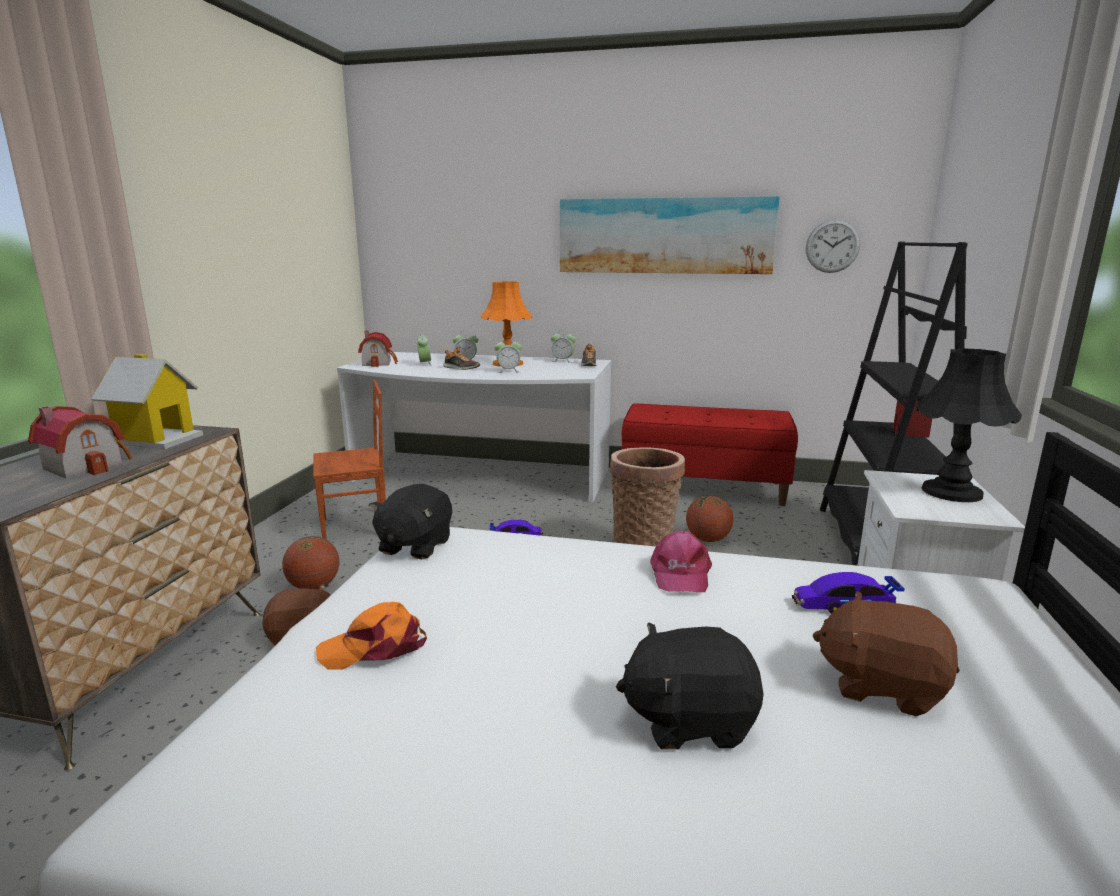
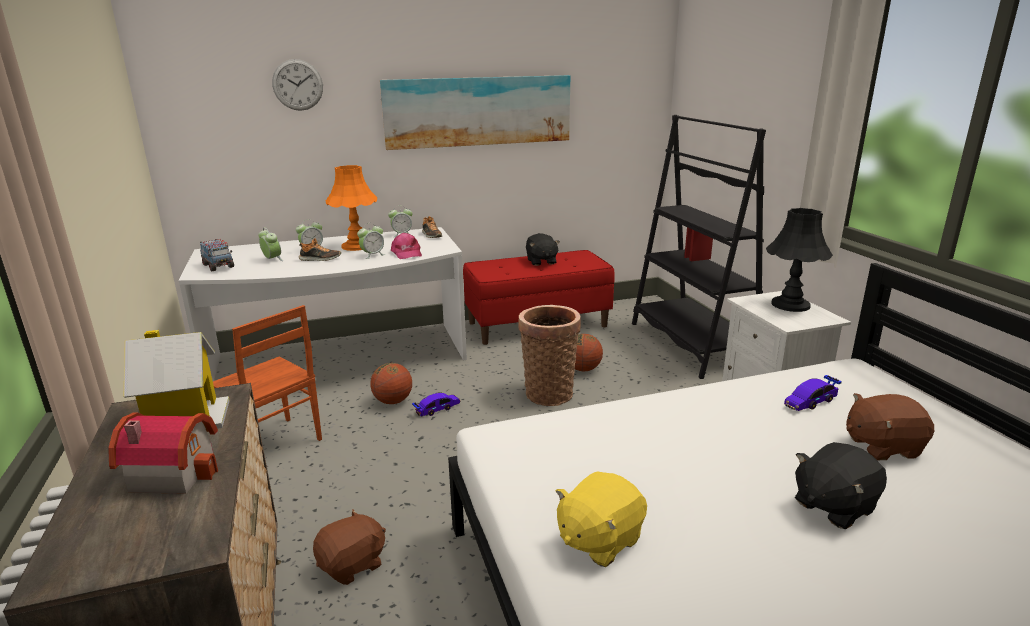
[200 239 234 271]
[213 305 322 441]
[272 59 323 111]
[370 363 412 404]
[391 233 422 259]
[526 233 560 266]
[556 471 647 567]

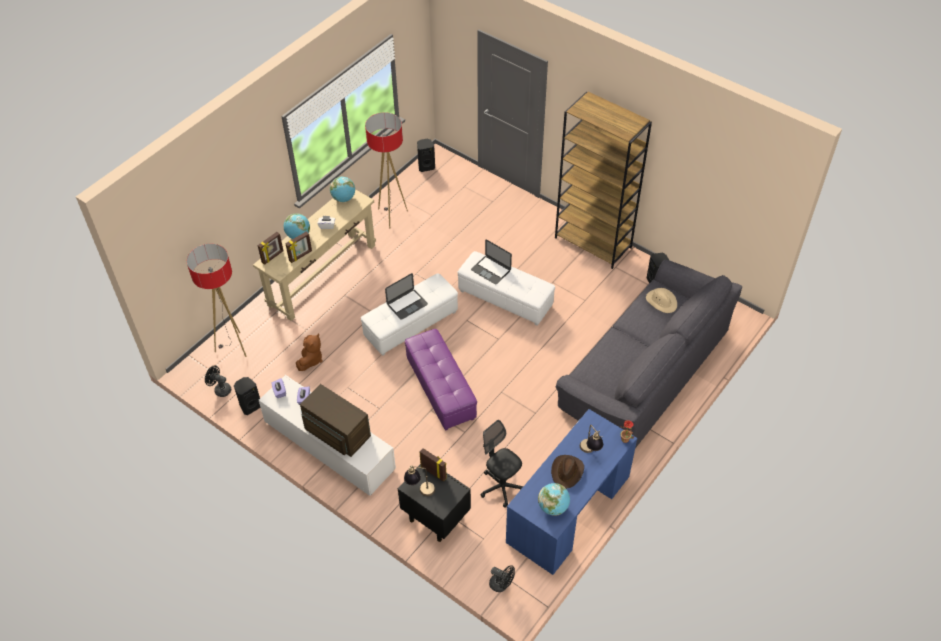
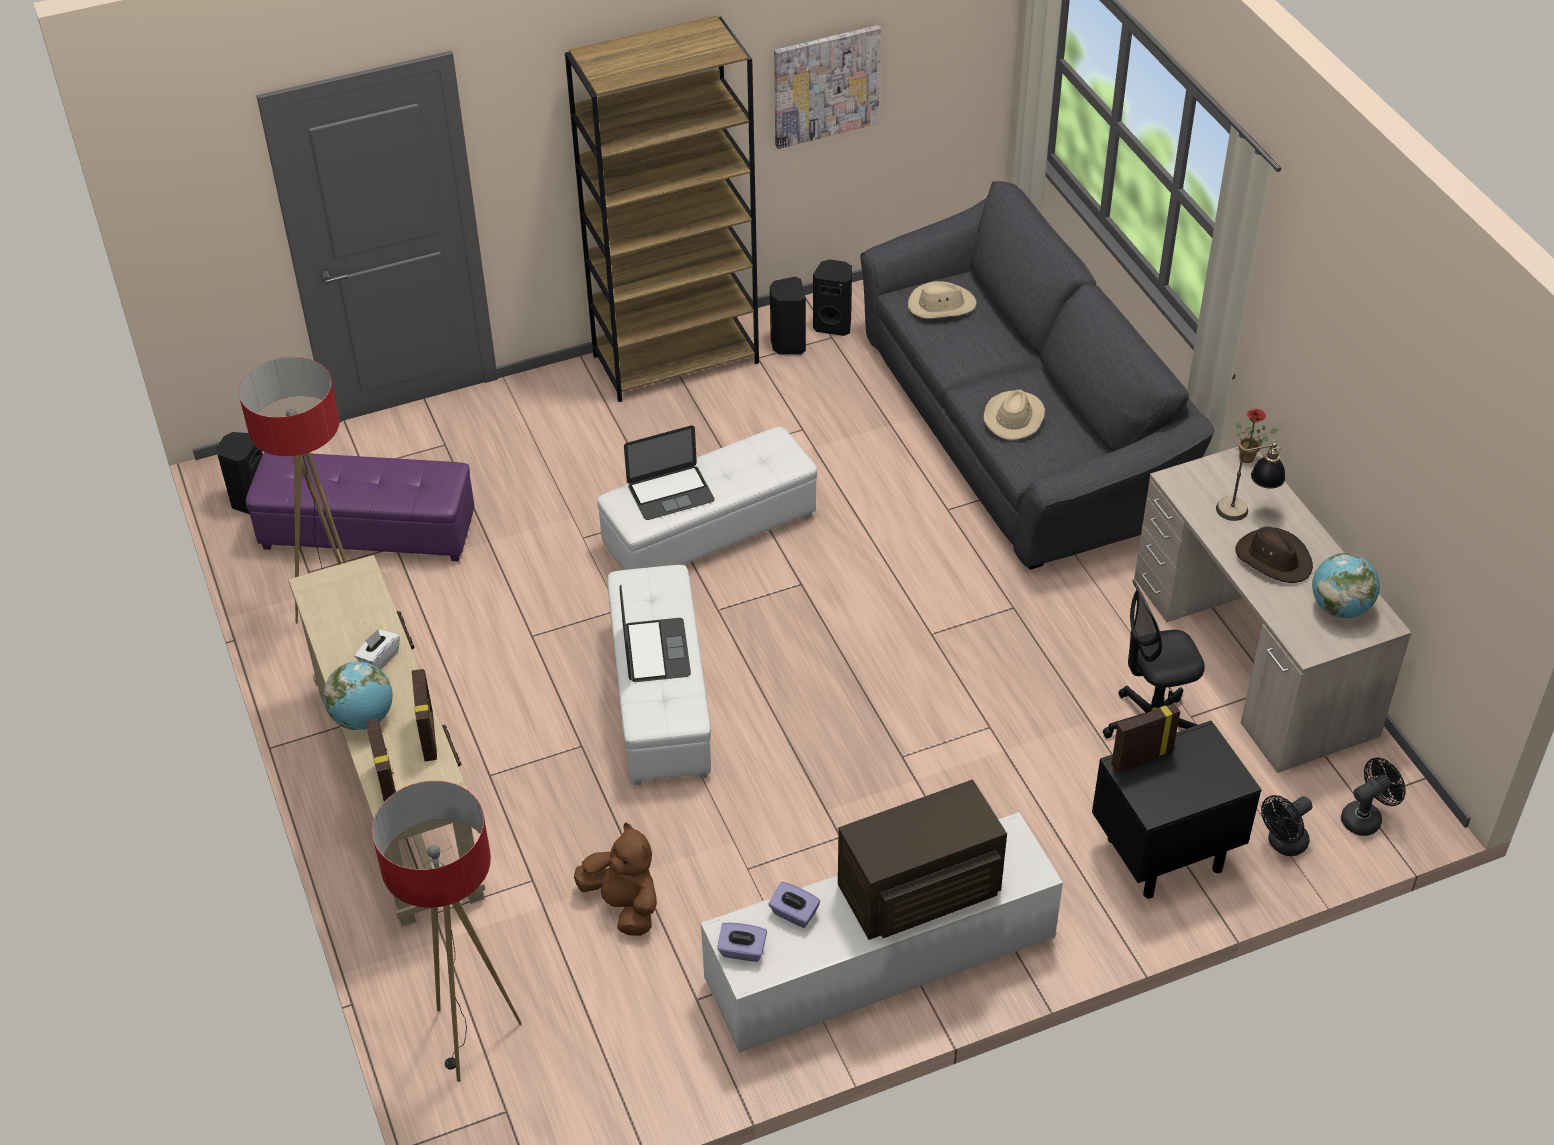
[246 453 474 561]
[770 277 806 355]
[774 25 881 149]
[984 390 1045 440]
[1134 446 1412 773]
[1261 795 1313 856]
[330 177 355 202] (first image)
[404 465 435 496] (first image)

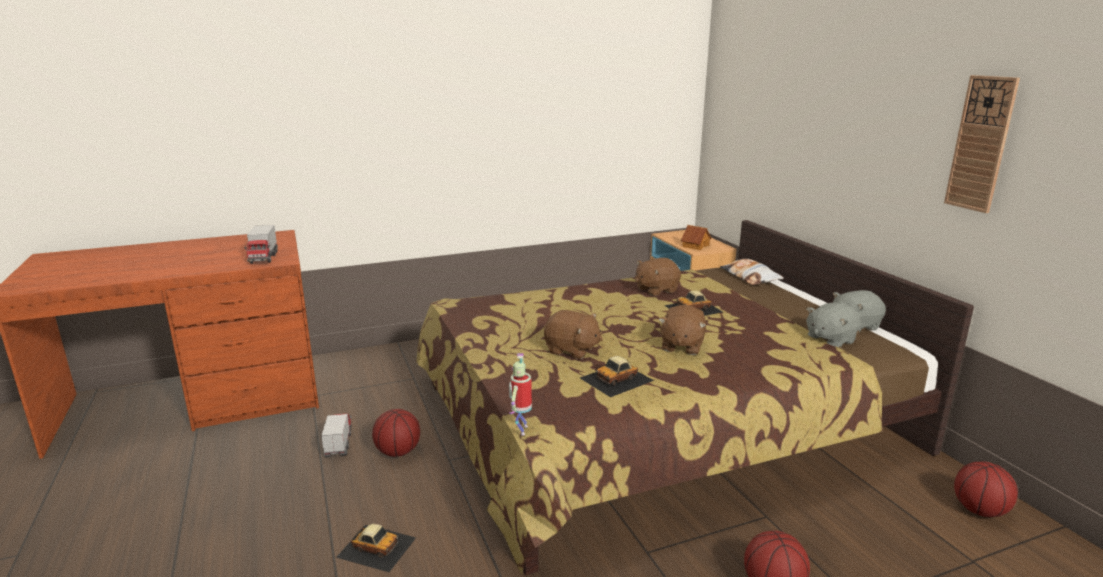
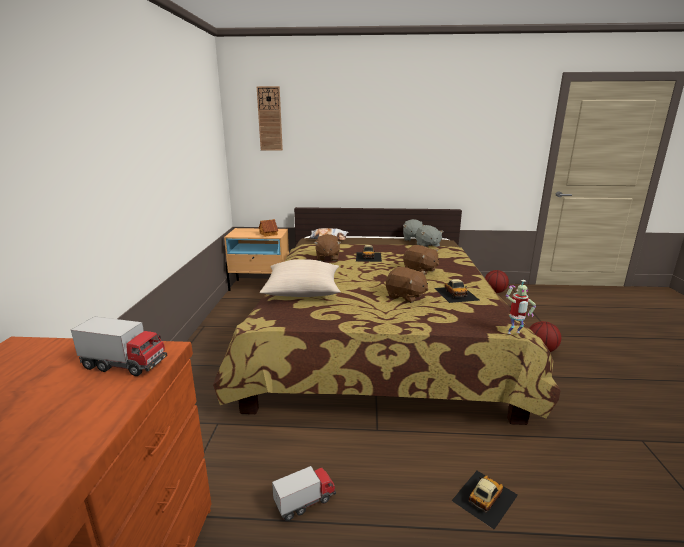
[257 86 283 151]
[260 259 341 297]
[272 466 336 521]
[386 267 429 303]
[506 280 536 334]
[372 409 420 457] (first image)

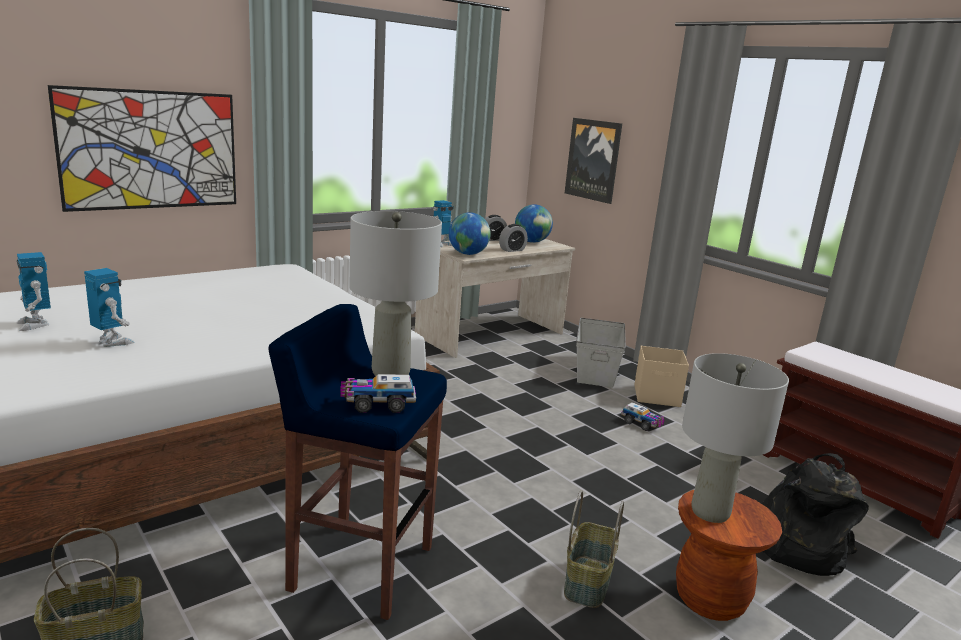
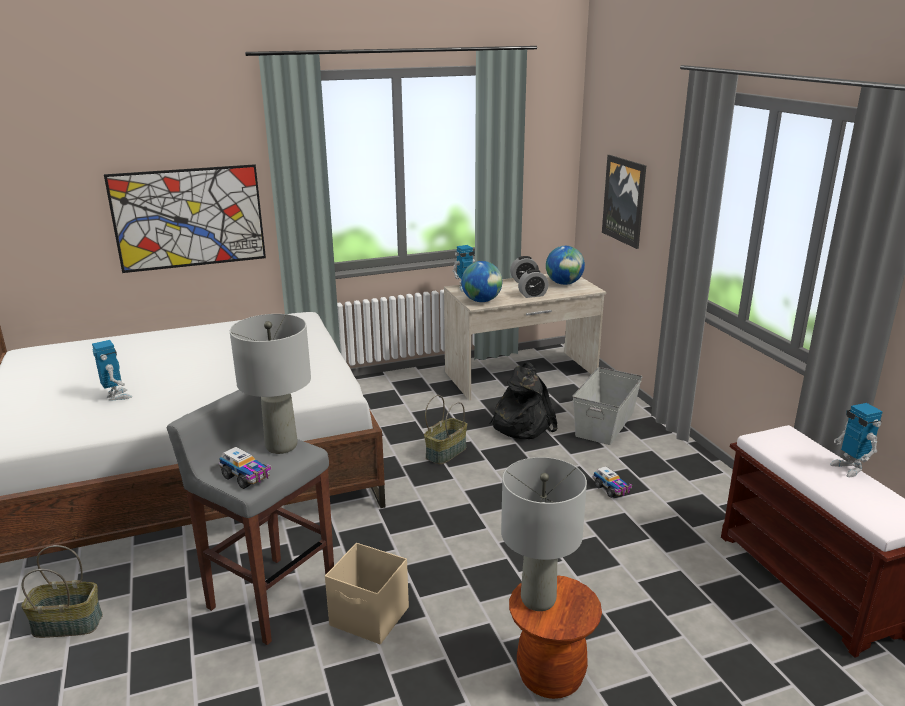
[167 390 334 645]
[219 447 272 489]
[325 543 409 644]
[424 395 467 464]
[490 362 557 439]
[830 403 883 477]

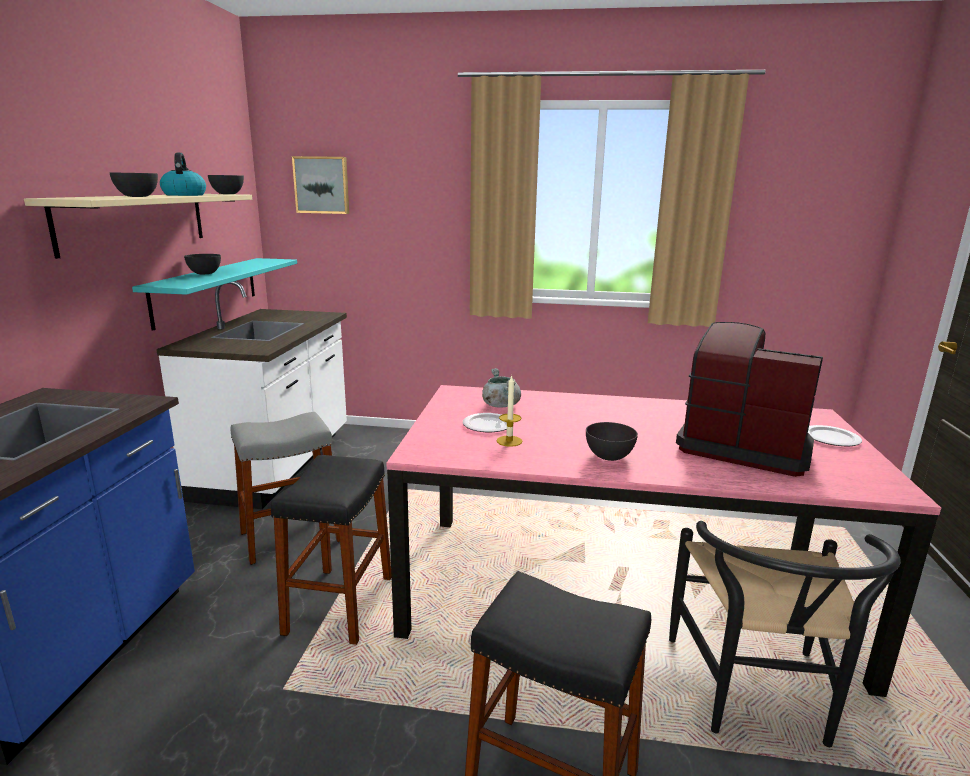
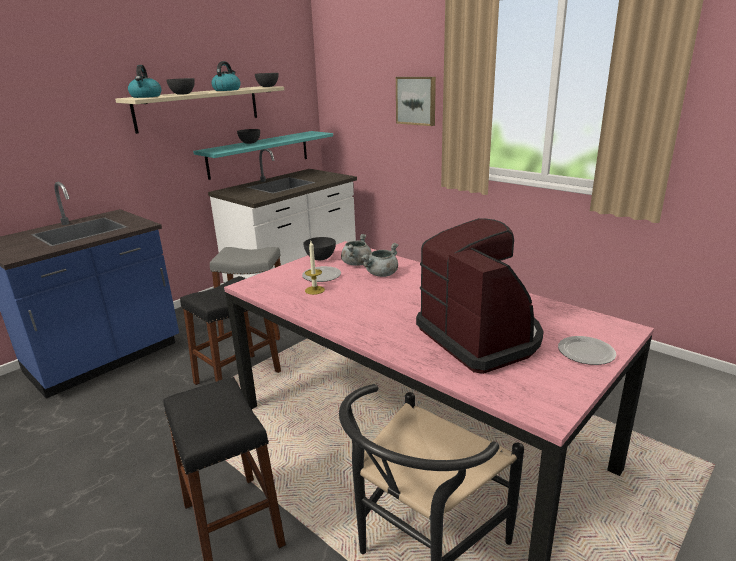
[128 65 161 98]
[303 237 336 260]
[360 243 398 277]
[396 77 436 126]

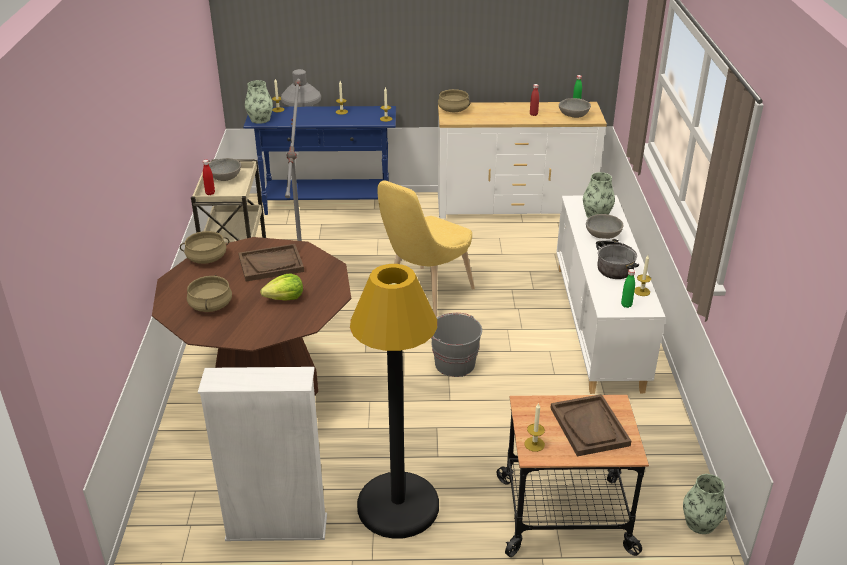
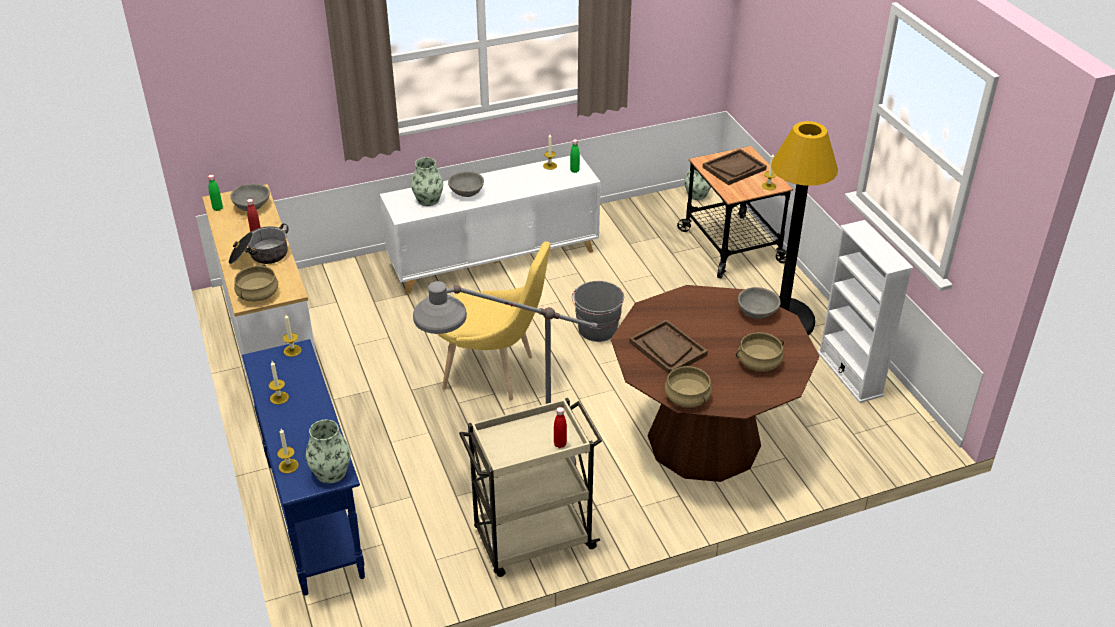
[229 224 289 264]
[738 287 781 319]
[260 274 303 301] (first image)

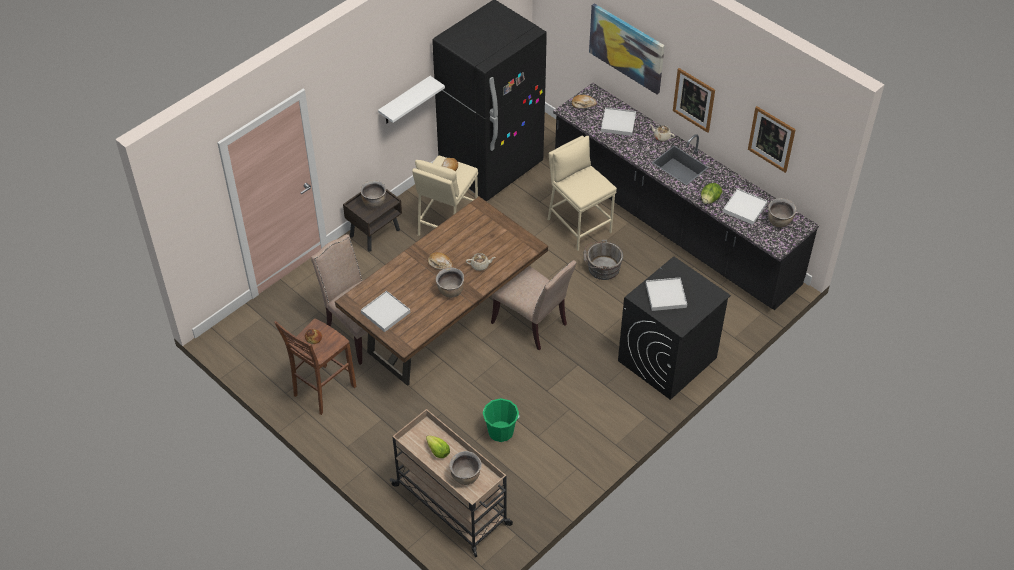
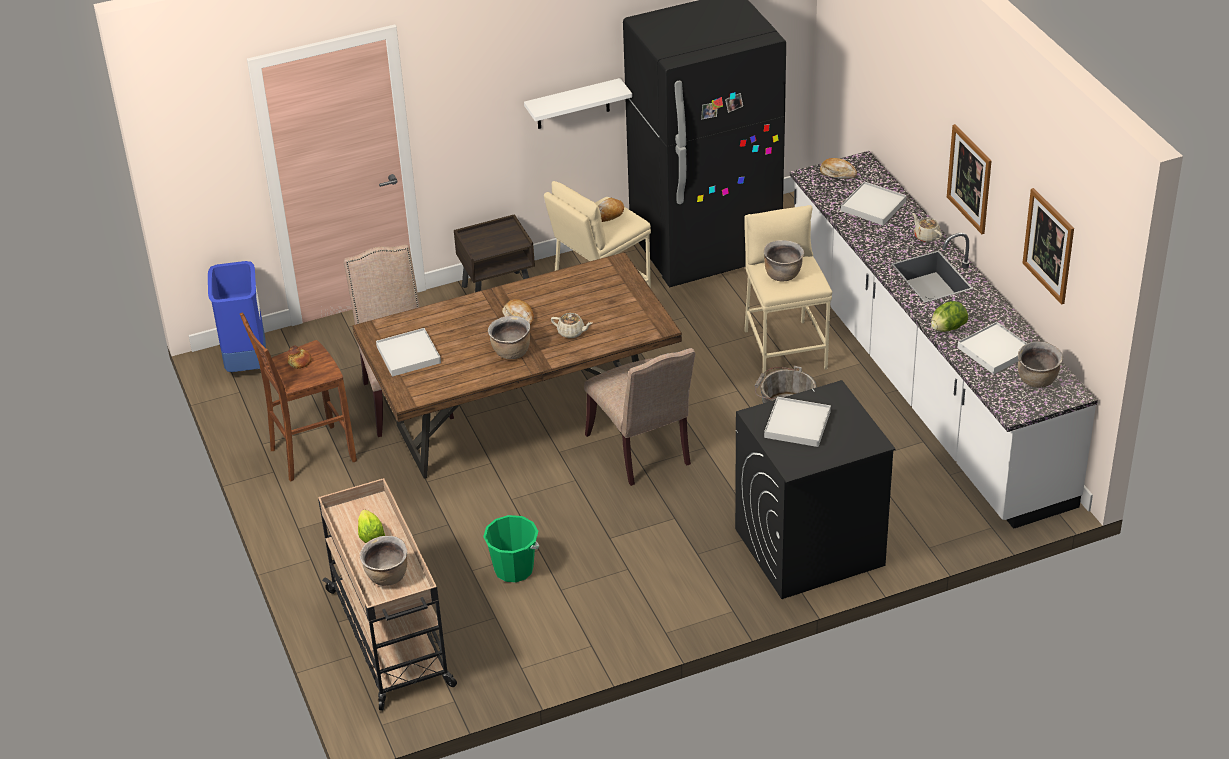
[208 261 266 372]
[764 240 804 281]
[790 151 1098 529]
[589 3 665 94] (first image)

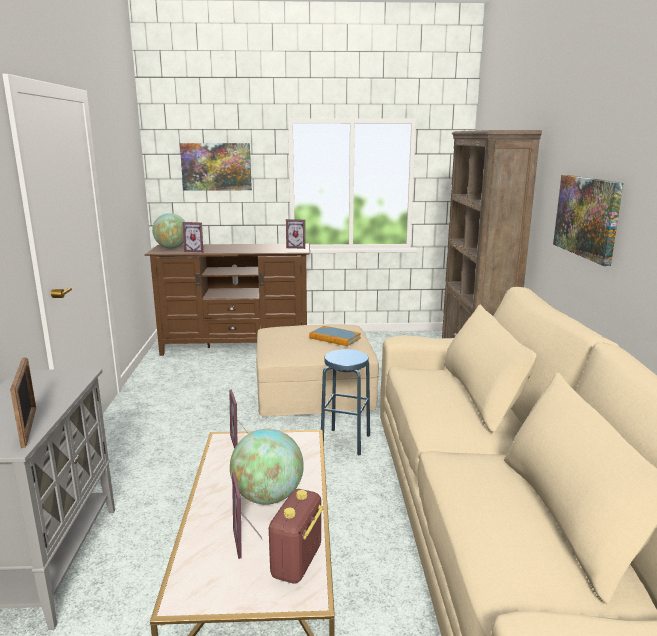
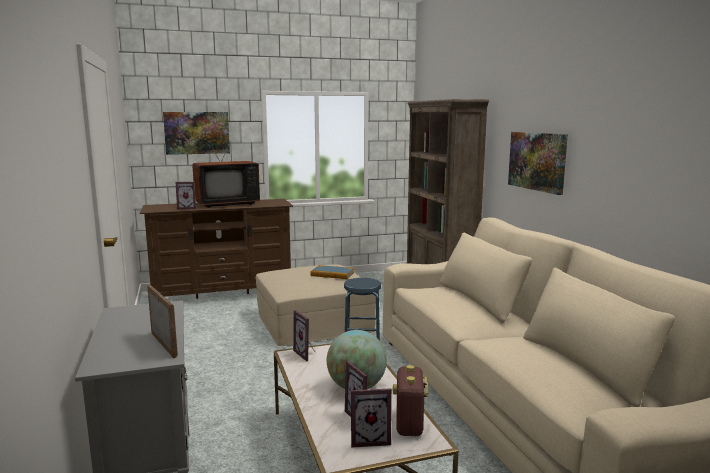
[192 141 260 208]
[351 388 392 447]
[152 213 185 248] (first image)

